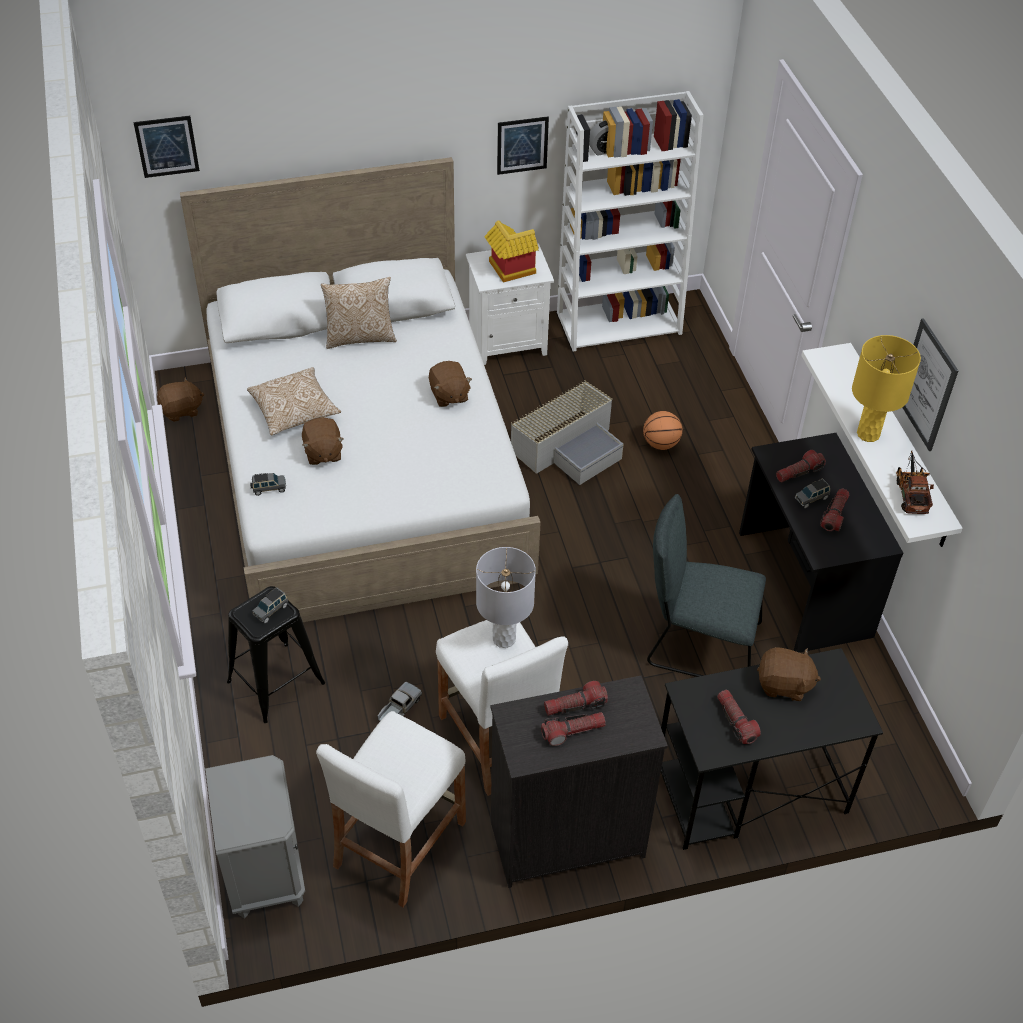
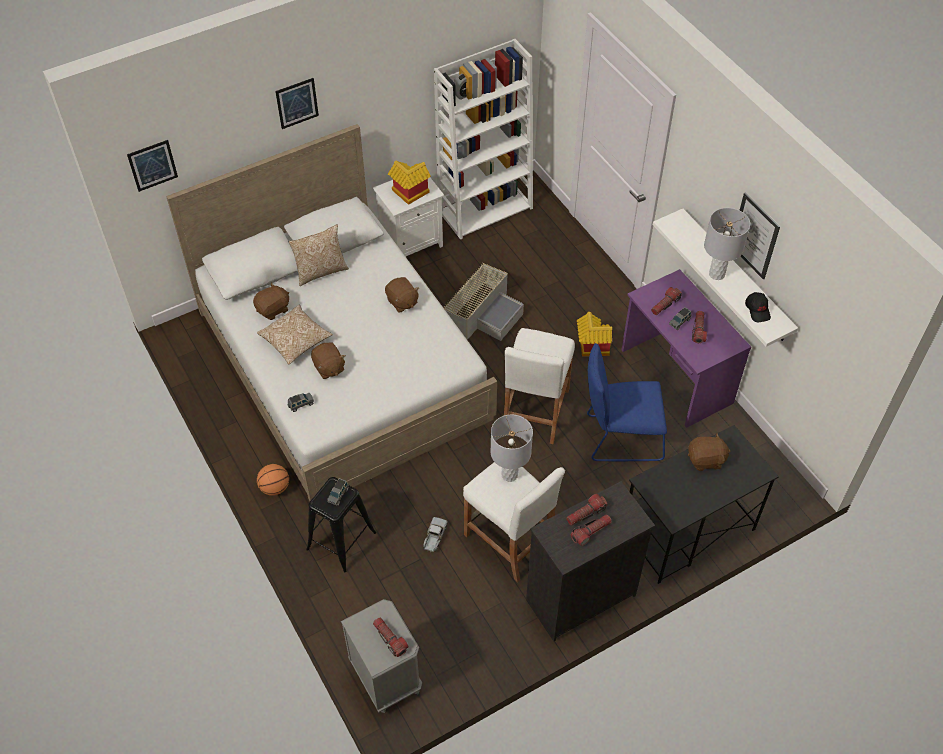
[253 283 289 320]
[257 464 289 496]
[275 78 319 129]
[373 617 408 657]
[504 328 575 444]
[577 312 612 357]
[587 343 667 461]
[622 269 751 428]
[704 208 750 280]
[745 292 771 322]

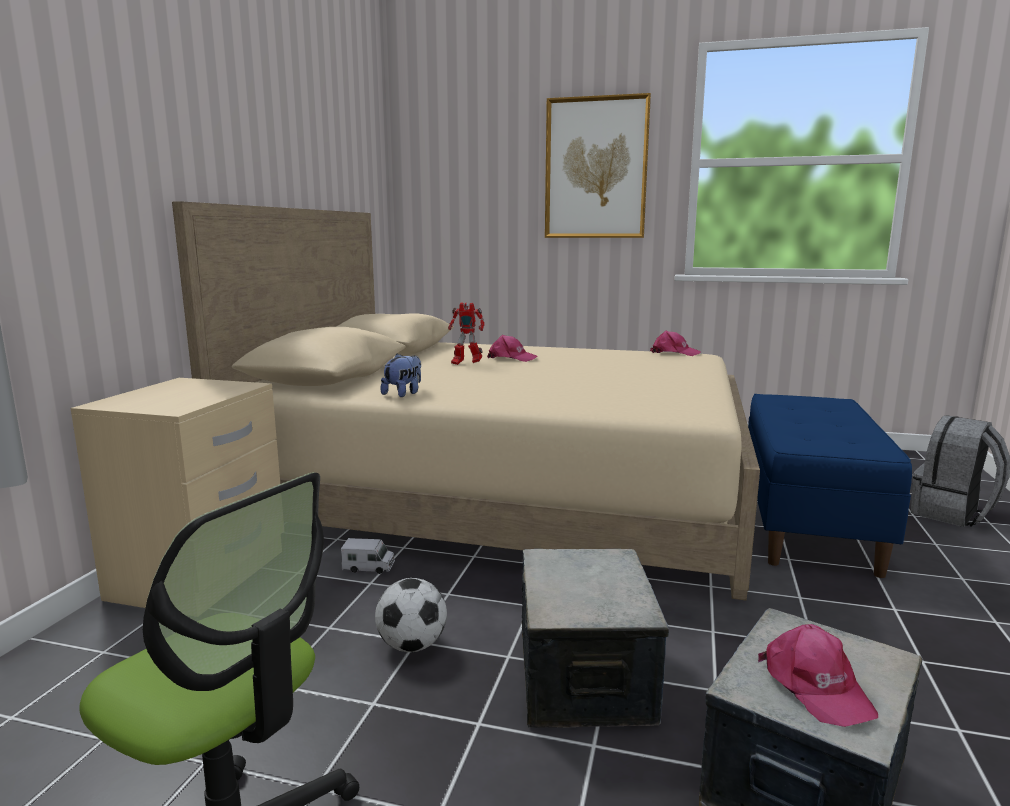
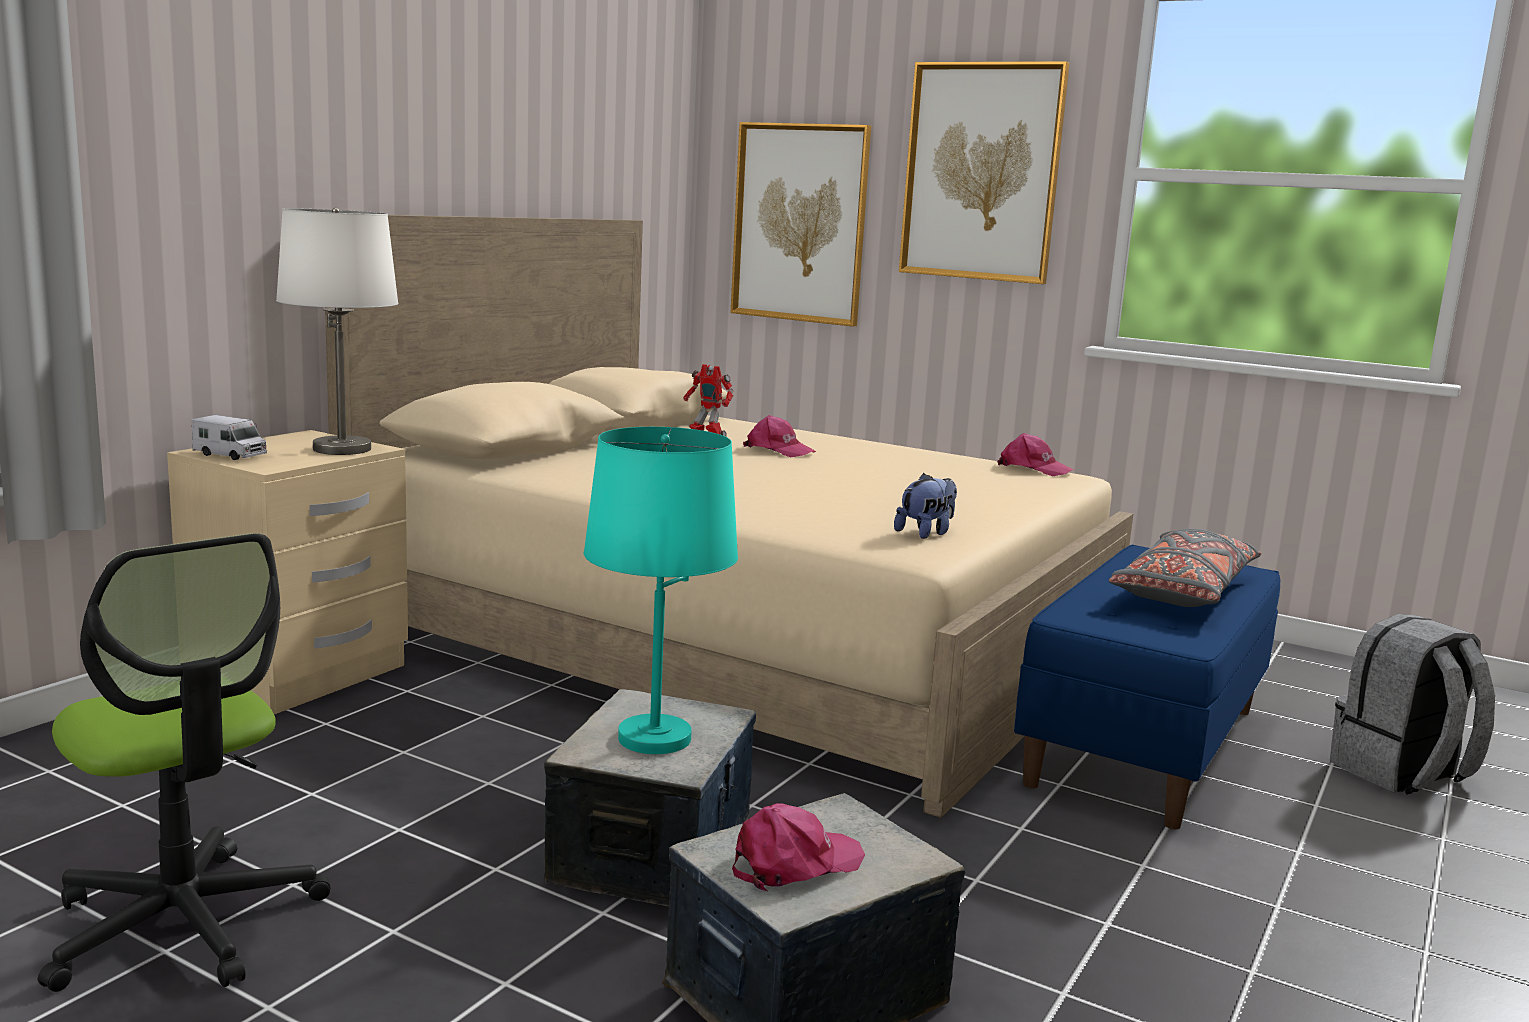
[192 415 267 460]
[276 208 399 455]
[584 427 738 754]
[731 122 871 327]
[732 803 865 891]
[894 473 957 539]
[1109 529 1261 607]
[375 578 447 652] (first image)

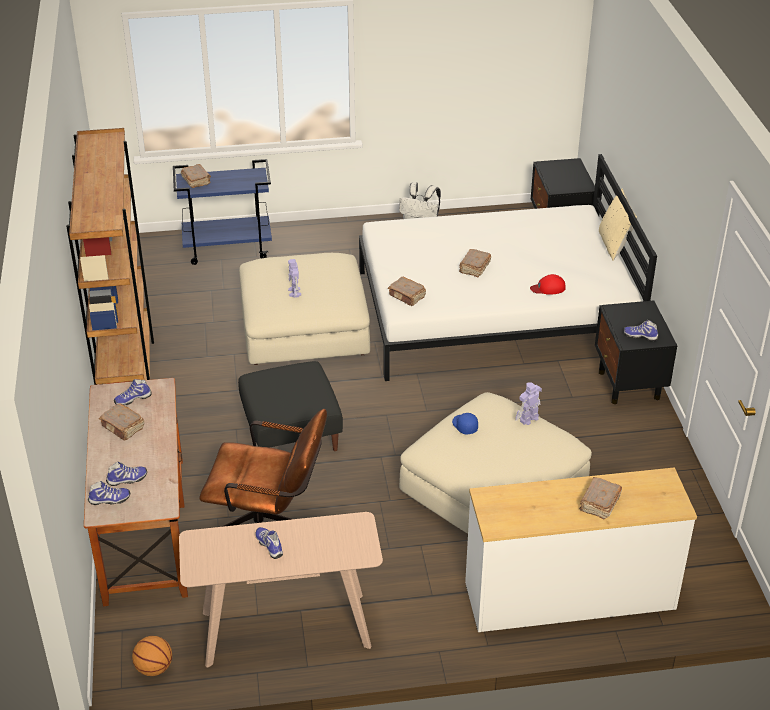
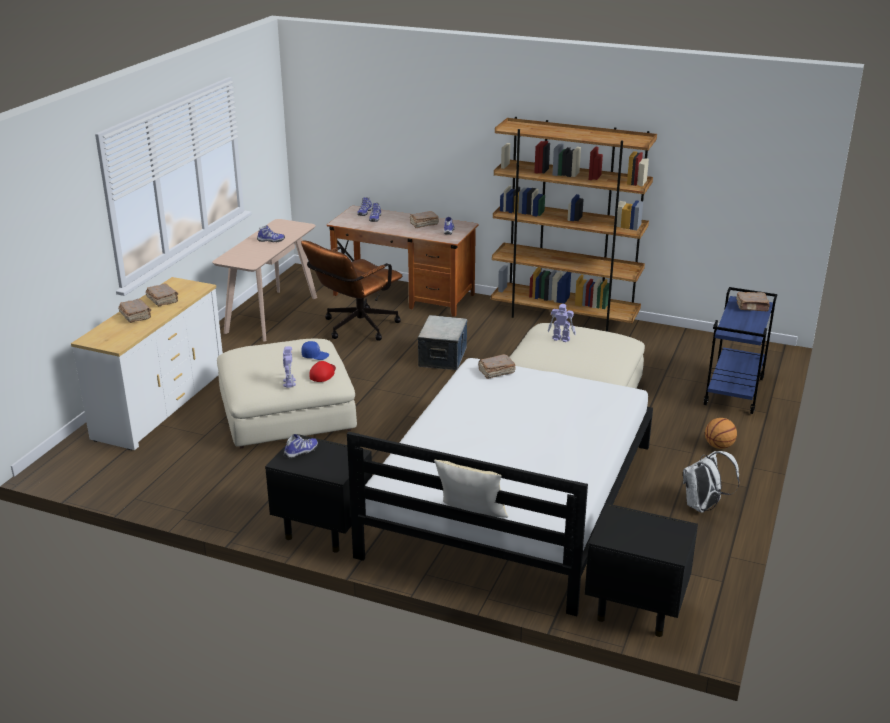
[146 283 178 306]
[309 361 336 382]
[418 315 467 370]
[705 418 737 449]

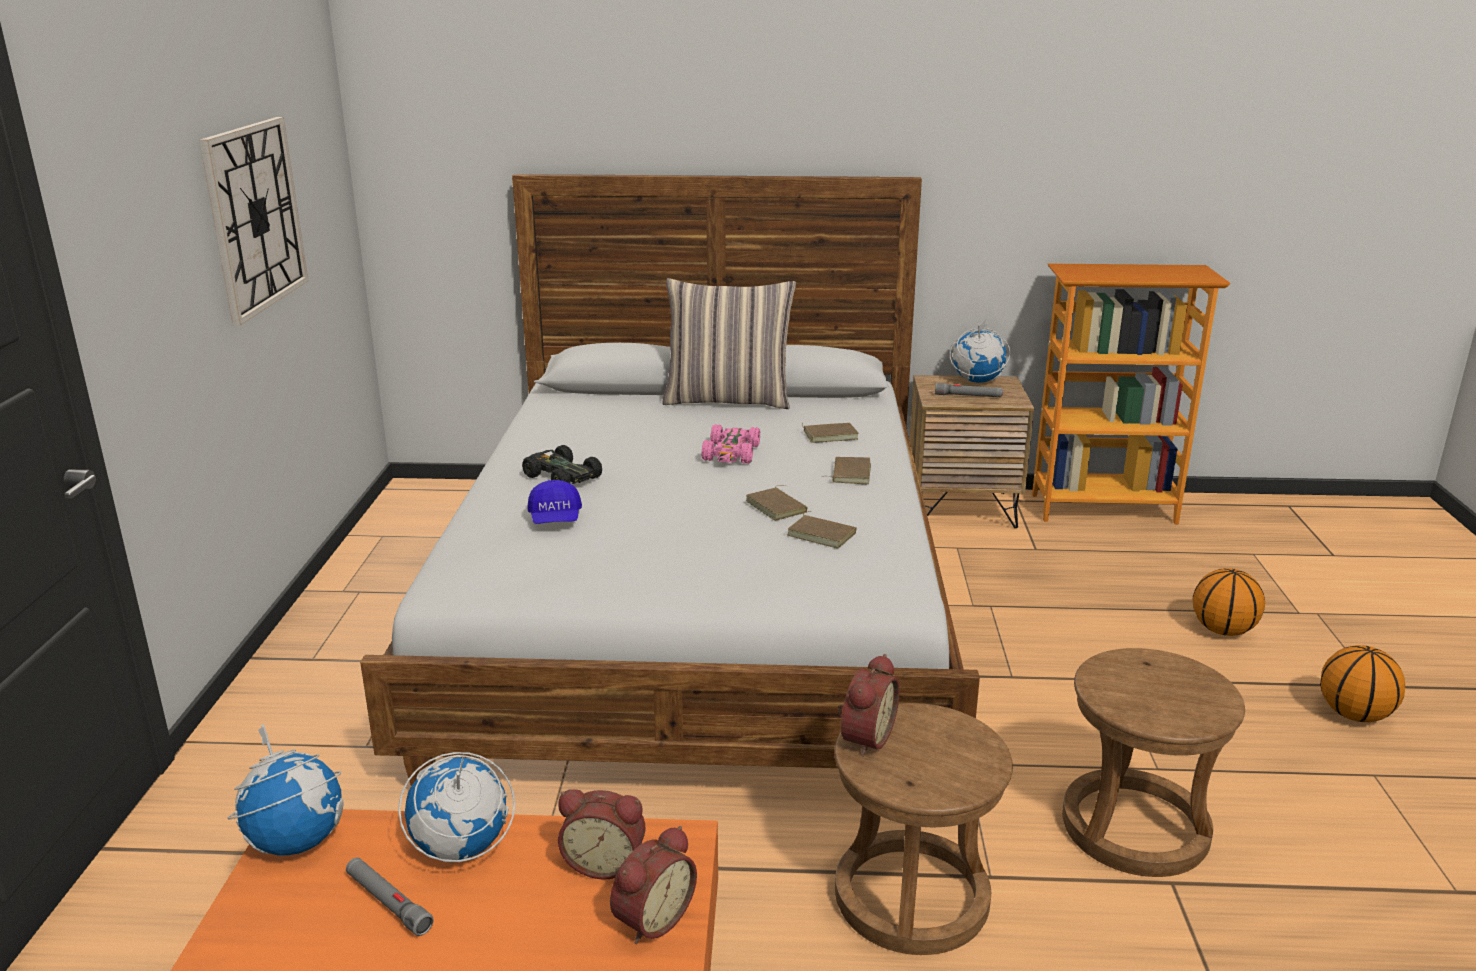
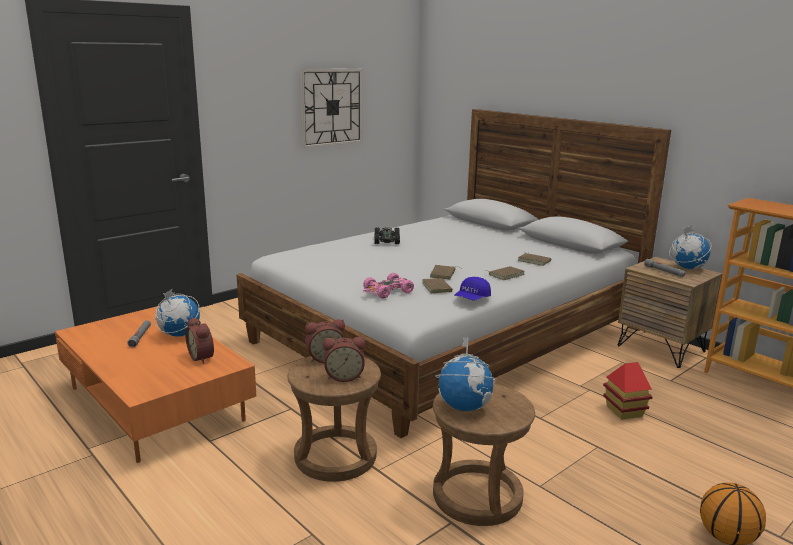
[323 337 365 382]
[363 273 414 299]
[435 337 497 411]
[455 277 491 301]
[603 362 653 420]
[662 278 796 409] (first image)
[1193 568 1265 636] (first image)

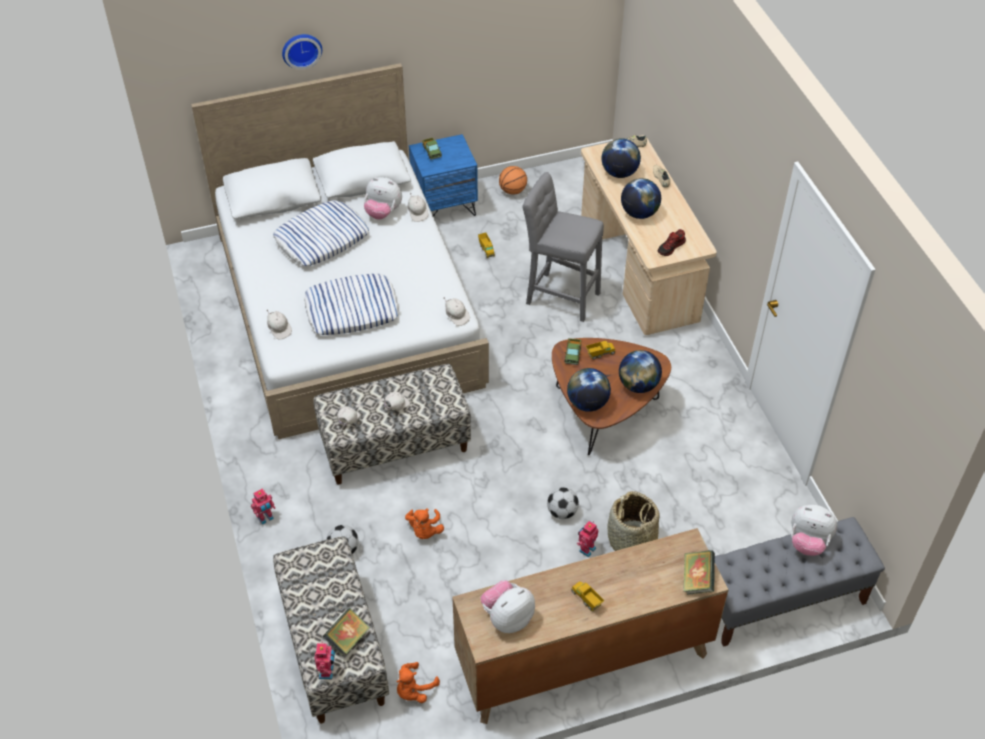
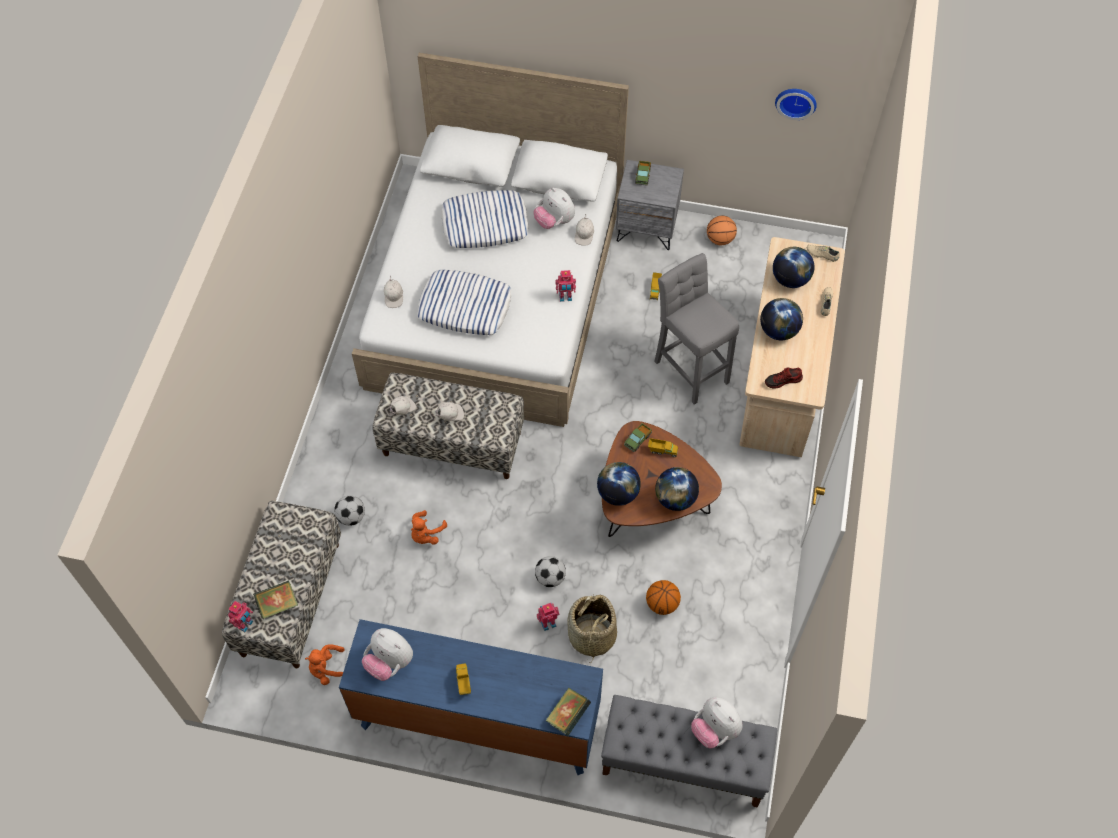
[339 619 603 775]
[362 628 413 681]
[555 270 576 302]
[616 160 684 250]
[646 580 681 615]
[775 89 817 120]
[444 297 470 326] (first image)

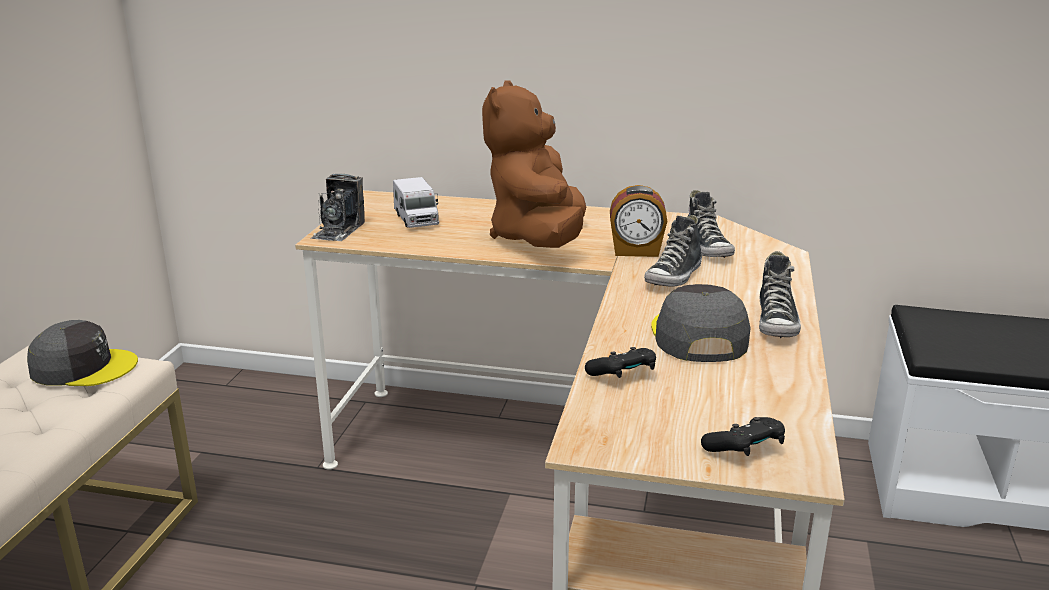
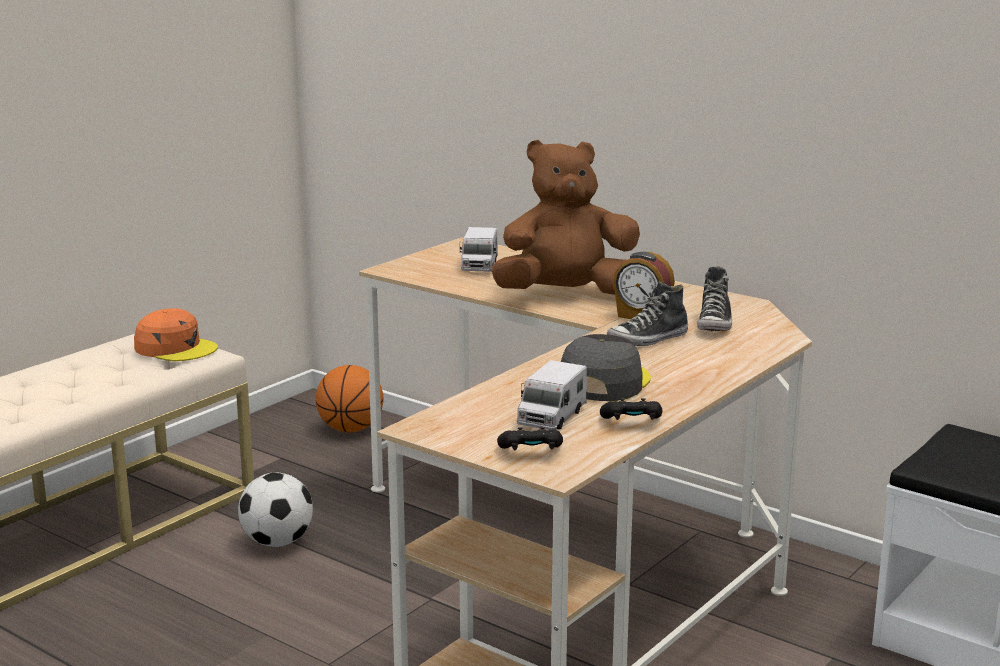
[134 308 218 361]
[238 472 313 547]
[316 365 383 432]
[491 140 640 295]
[517 360 587 430]
[600 398 662 420]
[310 174 365 241] (first image)
[759 251 801 338] (first image)

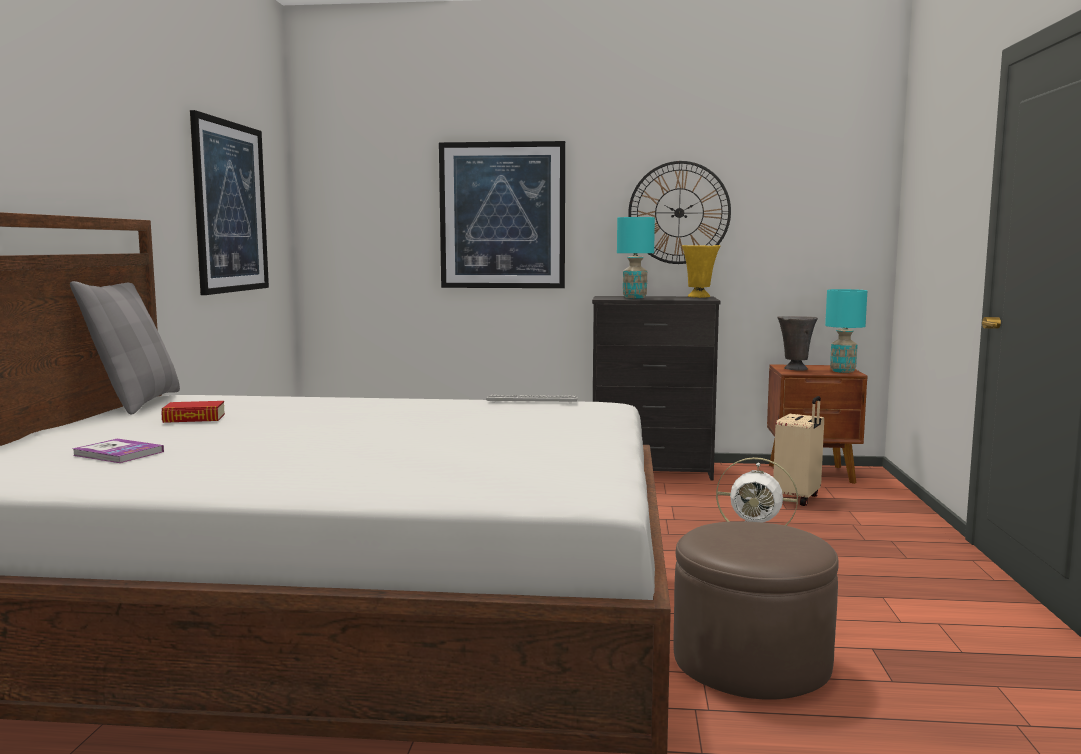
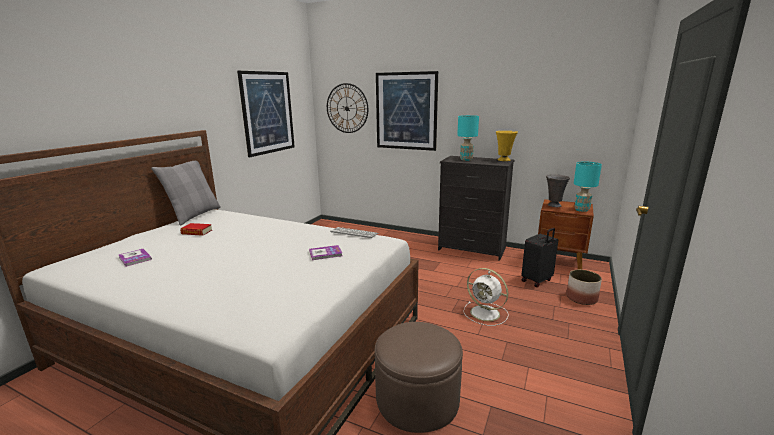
[309 245 342 260]
[327 83 368 133]
[521 228 558 287]
[566 270 602 305]

